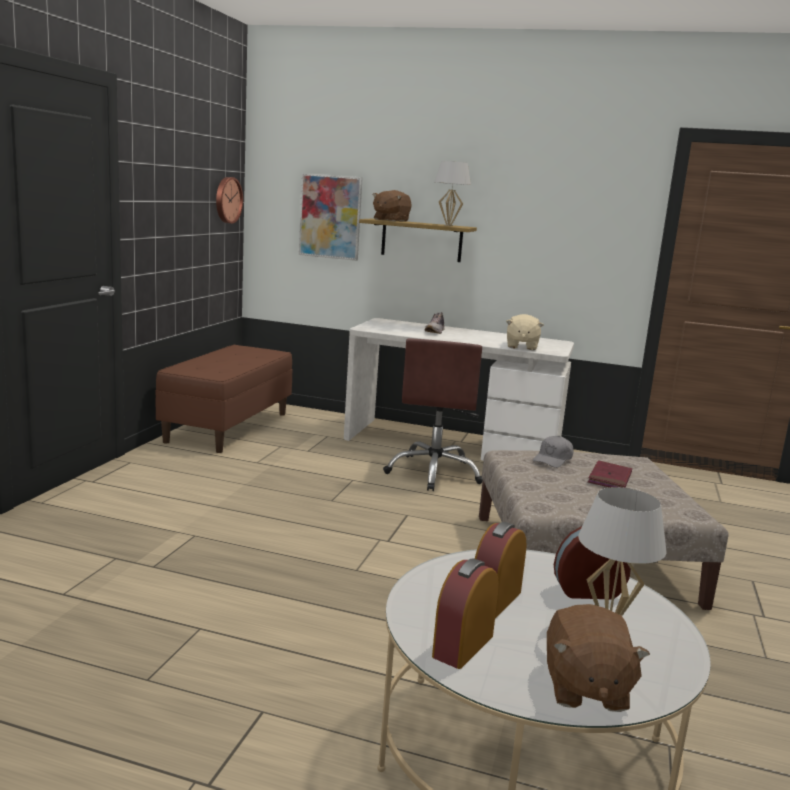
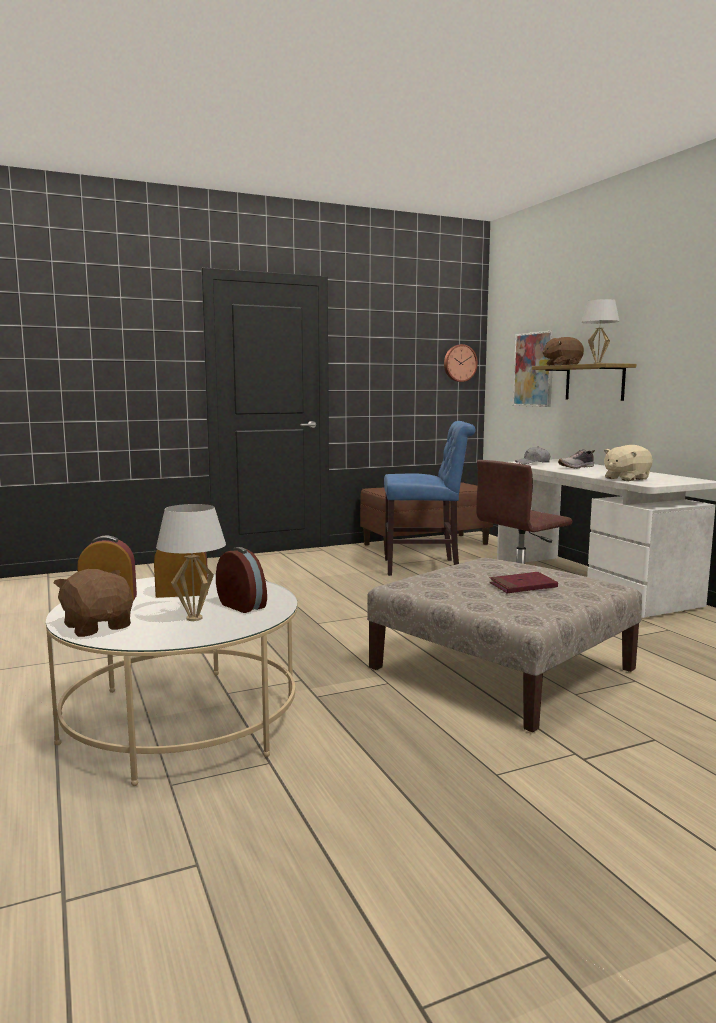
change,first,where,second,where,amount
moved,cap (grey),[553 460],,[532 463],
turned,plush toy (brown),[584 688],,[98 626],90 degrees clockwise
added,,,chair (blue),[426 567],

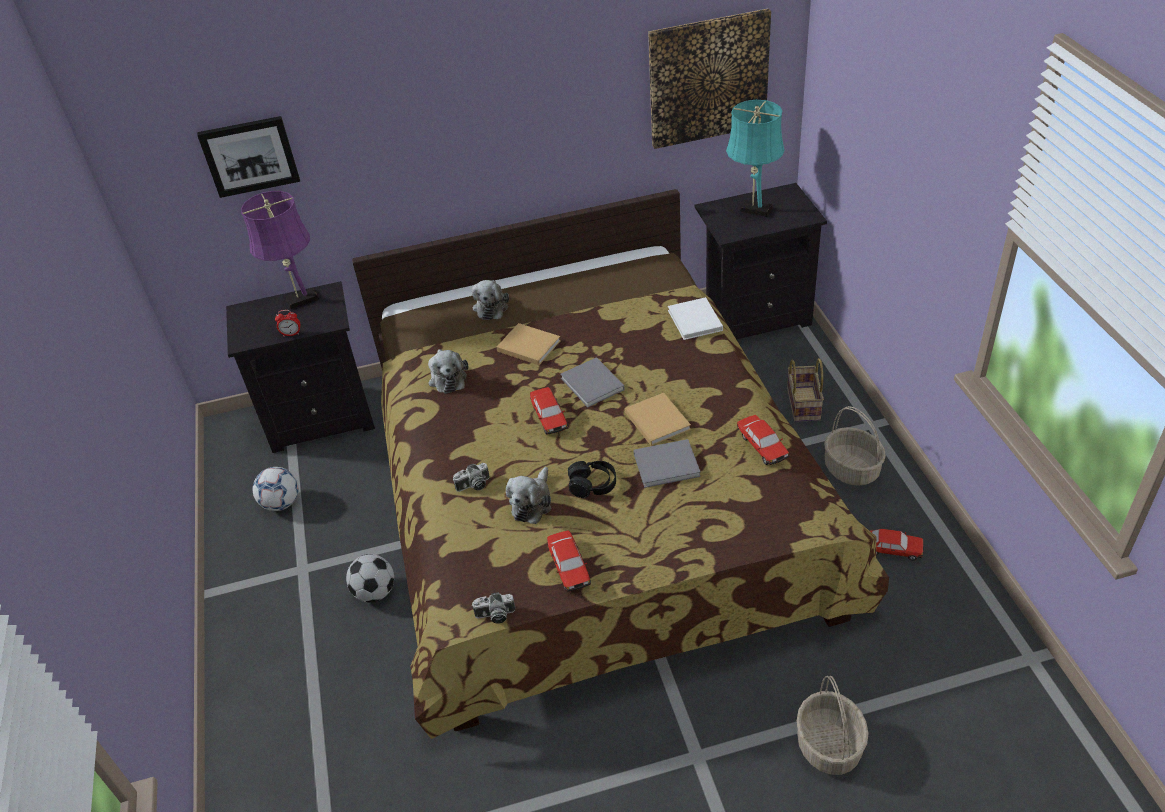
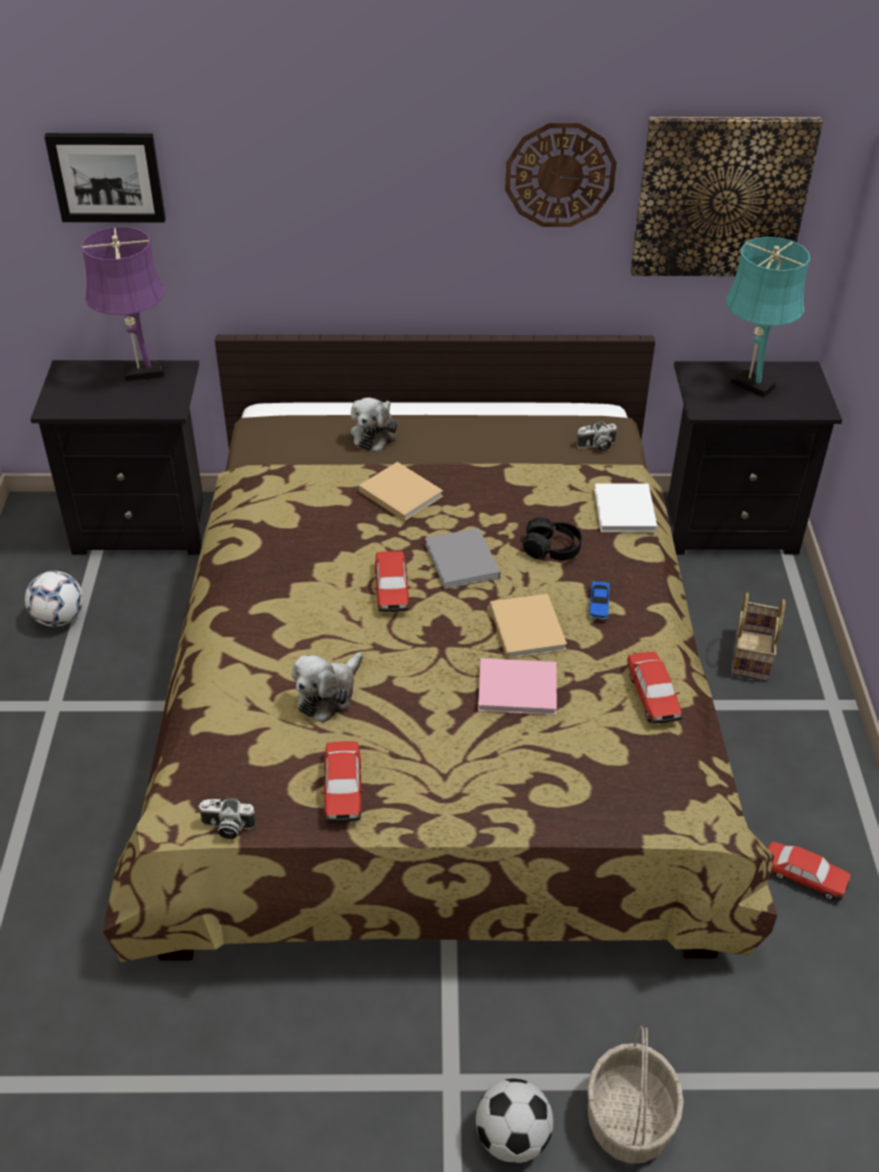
change,first,where,second,where,amount
removed,alarm clock,[291 334],,,
moved,football,[375 592],,[513 1138],
removed,plush toy,[447 377],,,
moved,photo camera,[473 485],,[596 446],
moved,headphones (black),[592 484],,[552 548],
recoloured,book (grey),[668 465],book (pink),[520 689],
removed,basket,[852 469],,,
added,,,wall clock,[560 175],
added,,,toy car,[599 605],

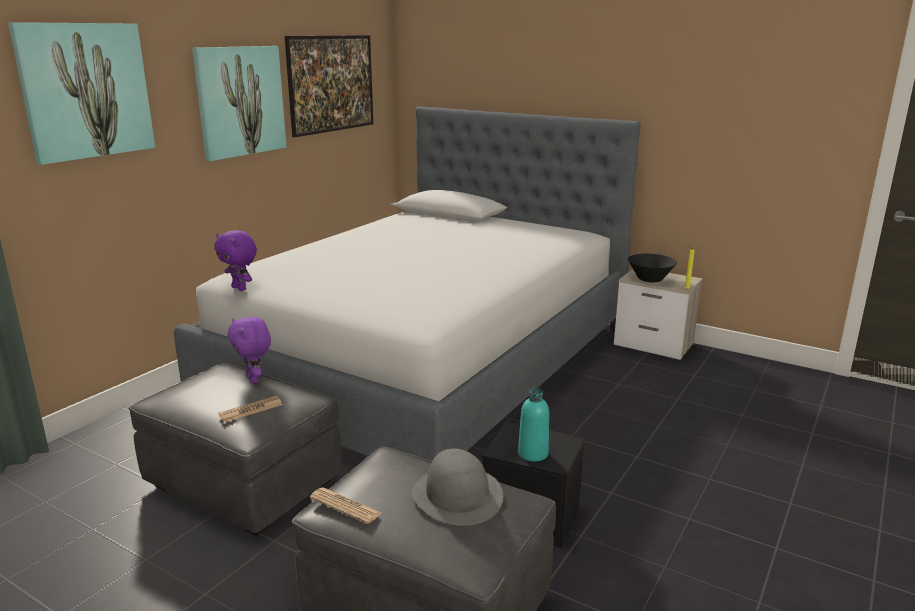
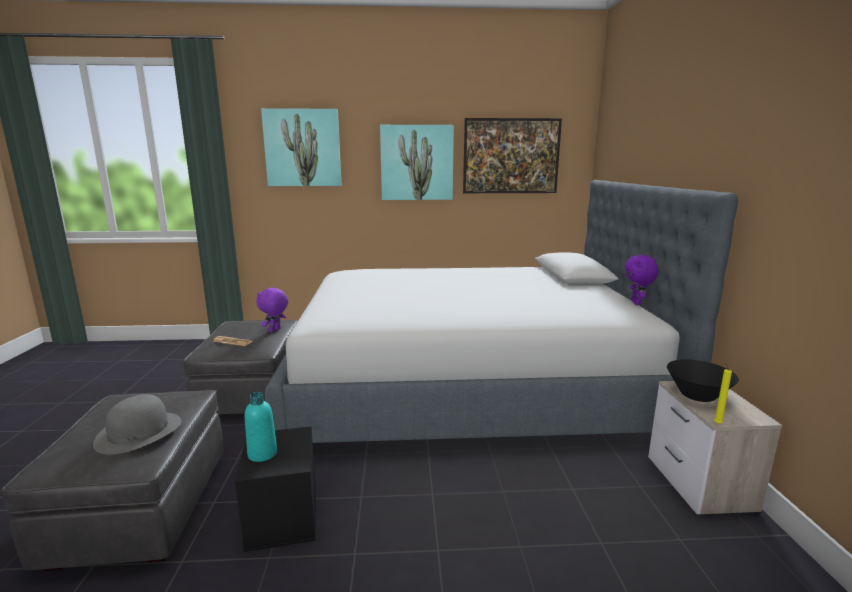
change,first,where,second,where,amount
moved,plush toy (purple),[240 288],,[637 303],
removed,newspaper,[345 506],,,

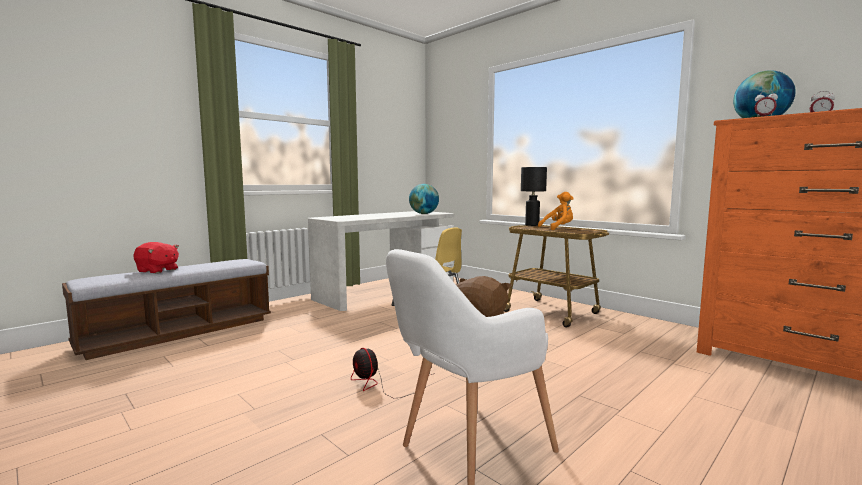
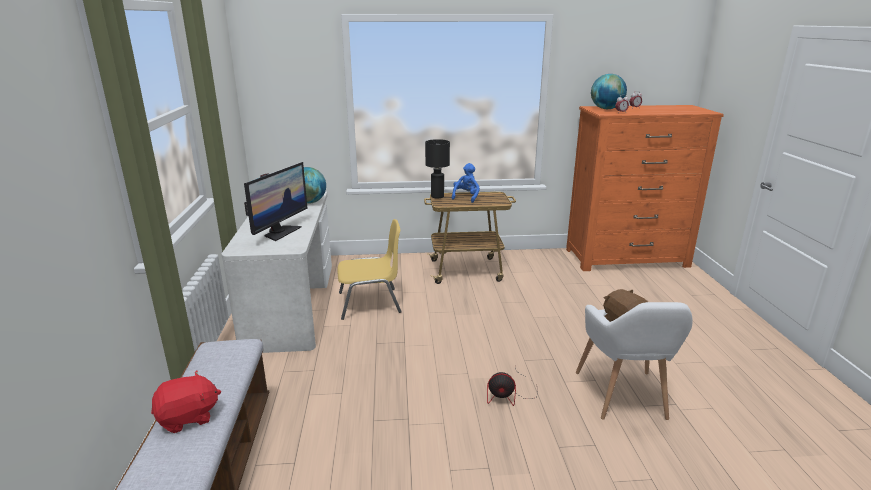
change,first,where,second,where,amount
recoloured,plush toy (orange),[558 228],plush toy (blue),[466 197],
added,,,monitor,[280 232],

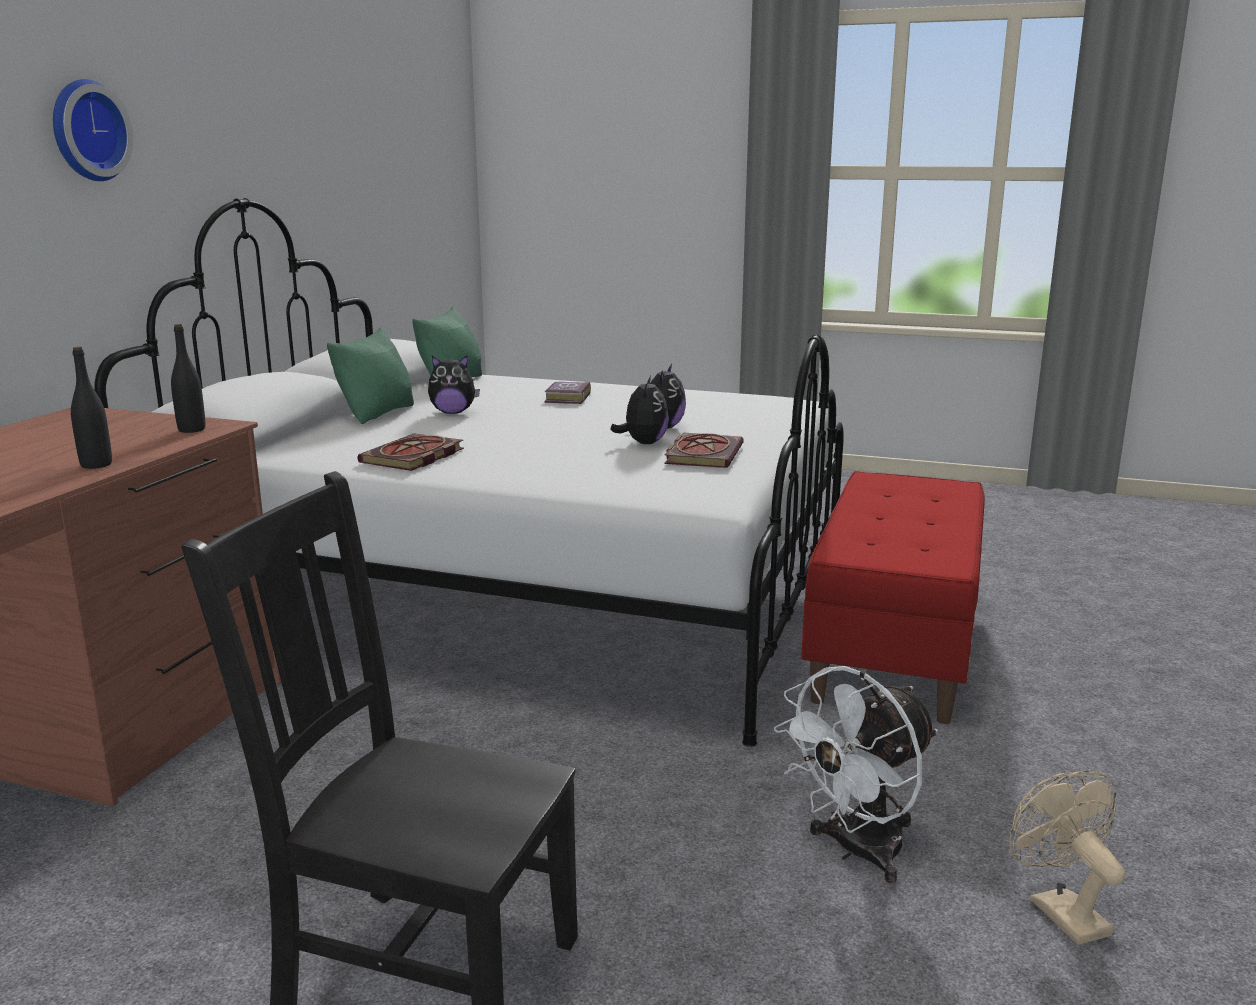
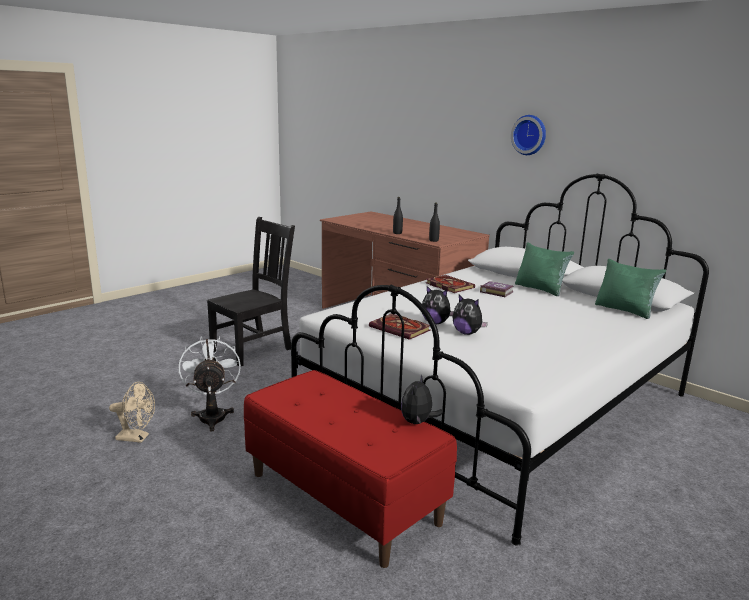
change,first,where,second,where,amount
moved,plush toy,[453 412],,[418 422],
moved,book,[566 398],,[496 291],

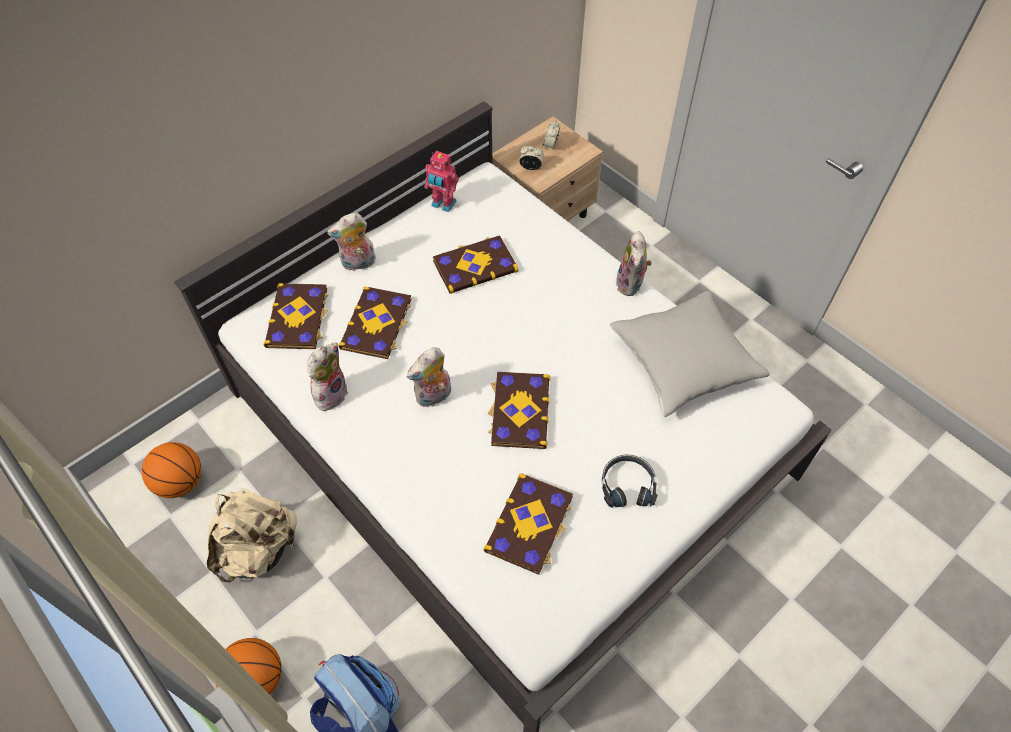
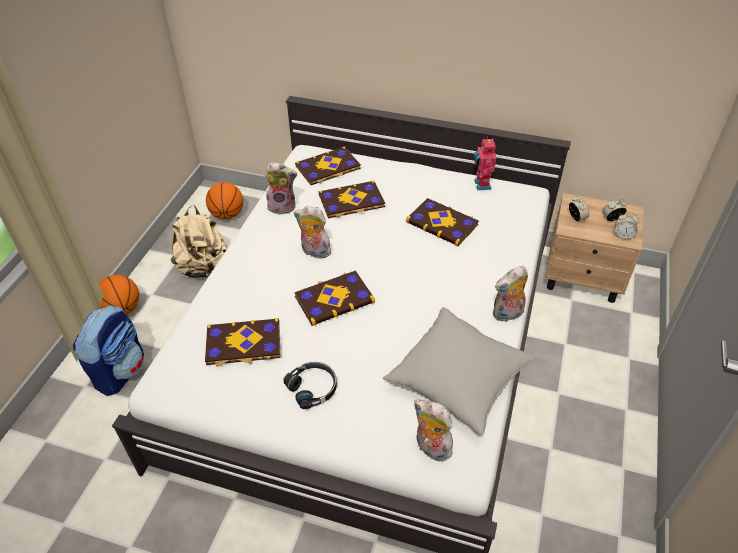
change,first,where,second,where,amount
moved,plush toy,[358 264],,[430 448],
added,,,alarm clock,[623 235],

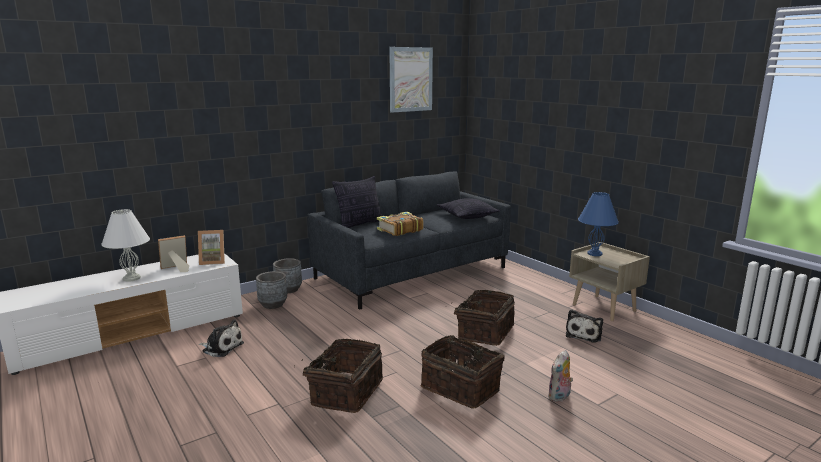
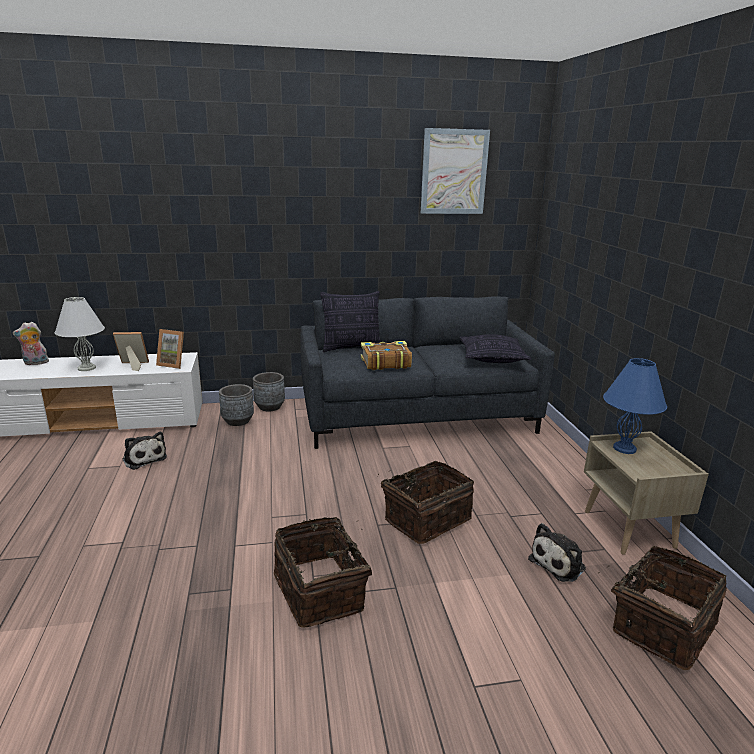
change,first,where,second,where,amount
moved,basket,[345 392],,[660 625],
moved,plush toy,[559 397],,[35 363],

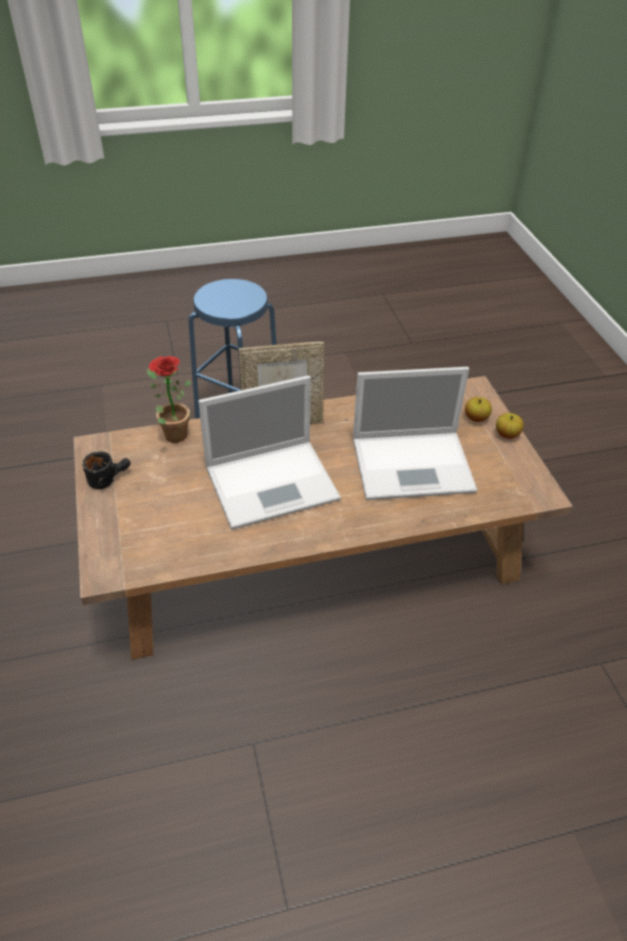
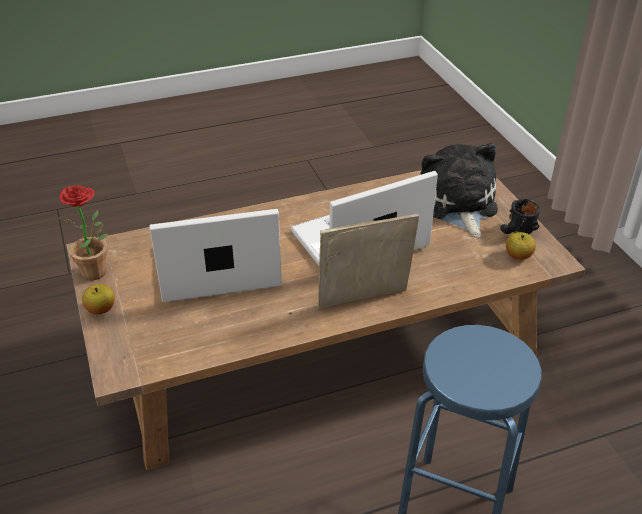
change,first,where,second,where,amount
moved,potted plant,[172 433],,[98 274],
moved,apple,[476 418],,[518 256],
added,,,plush toy,[458 204],

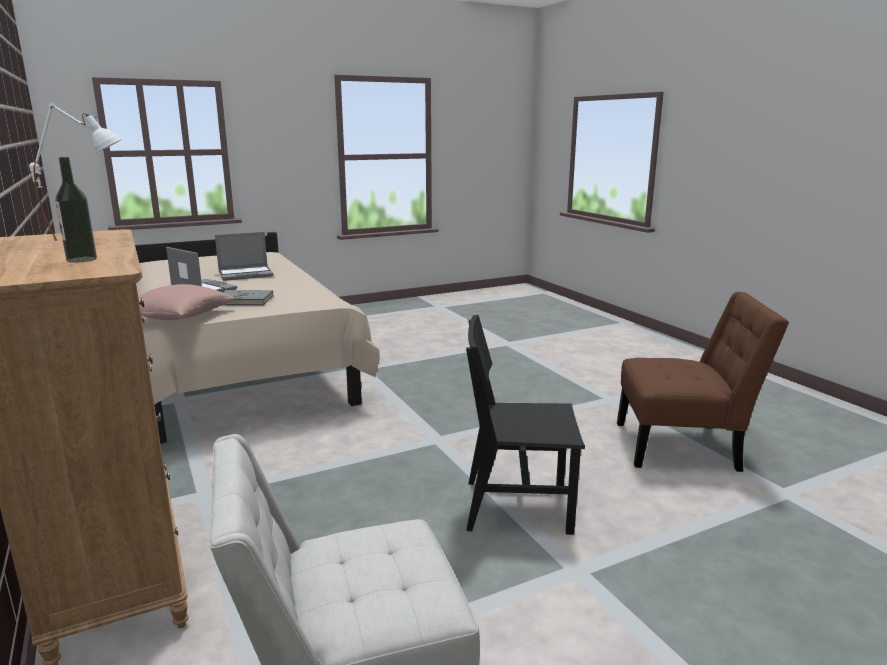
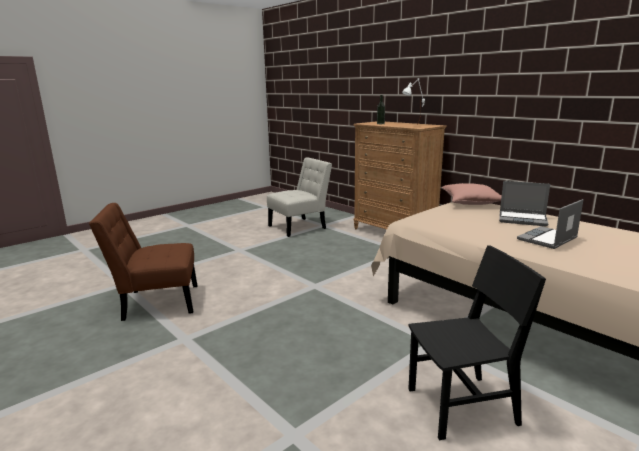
change,first,where,second,where,amount
removed,book (grey),[244 300],,,
moved,chair (black),[517 506],,[462 406],

